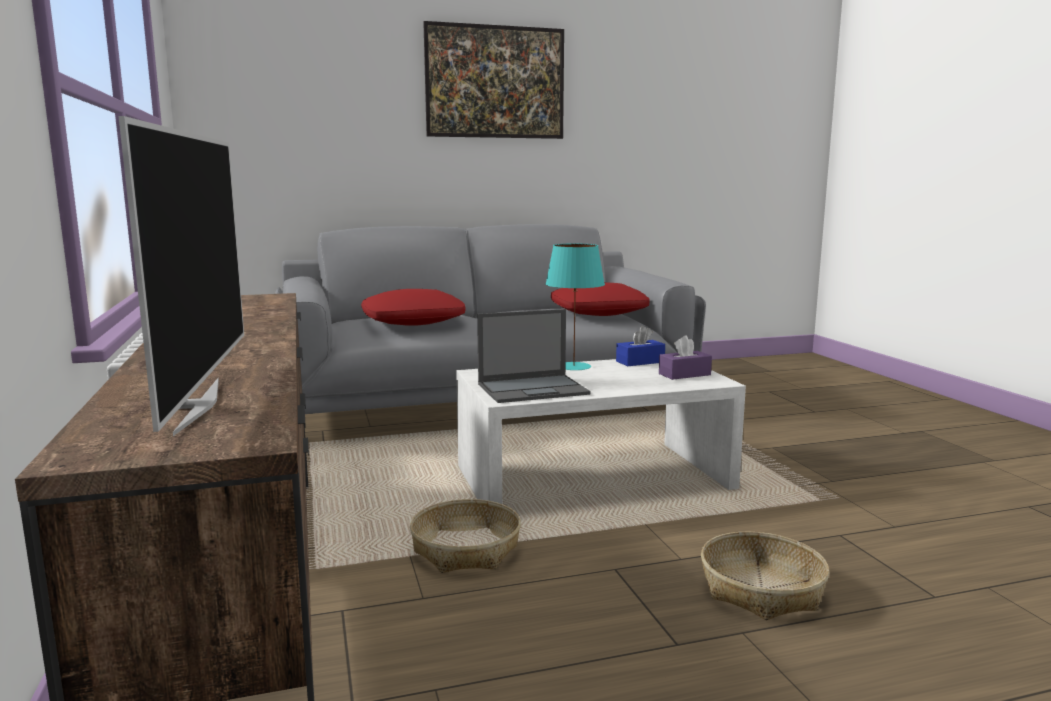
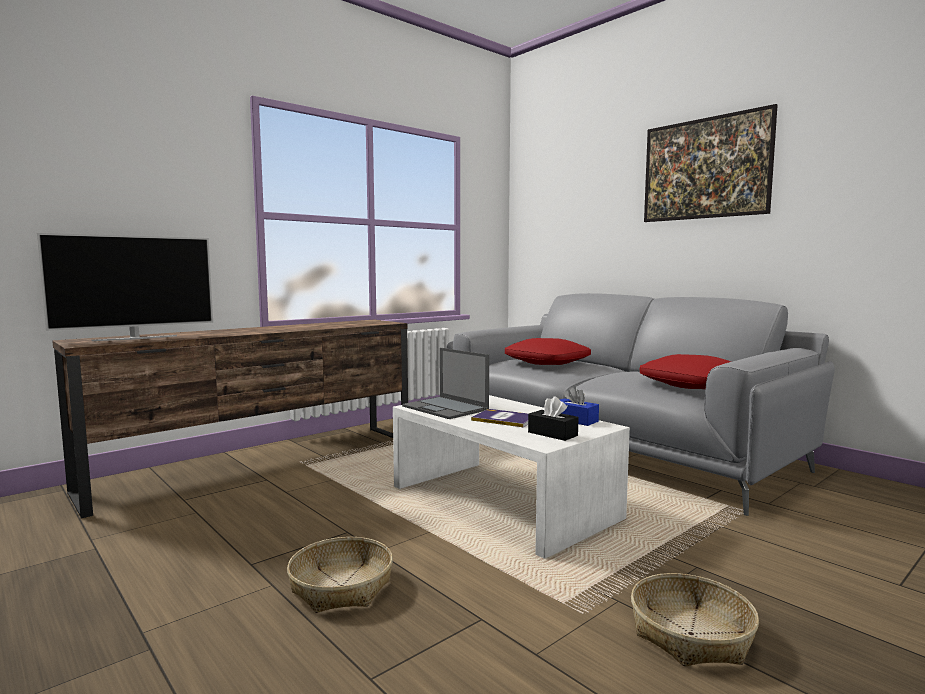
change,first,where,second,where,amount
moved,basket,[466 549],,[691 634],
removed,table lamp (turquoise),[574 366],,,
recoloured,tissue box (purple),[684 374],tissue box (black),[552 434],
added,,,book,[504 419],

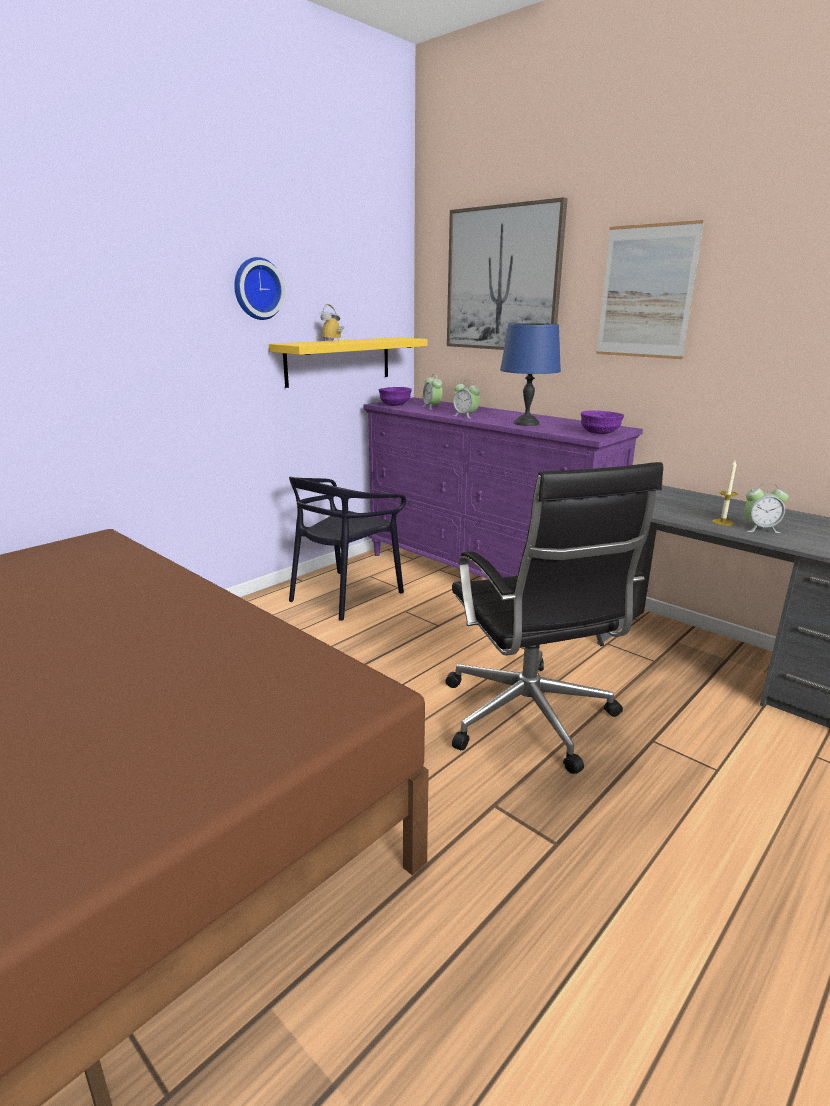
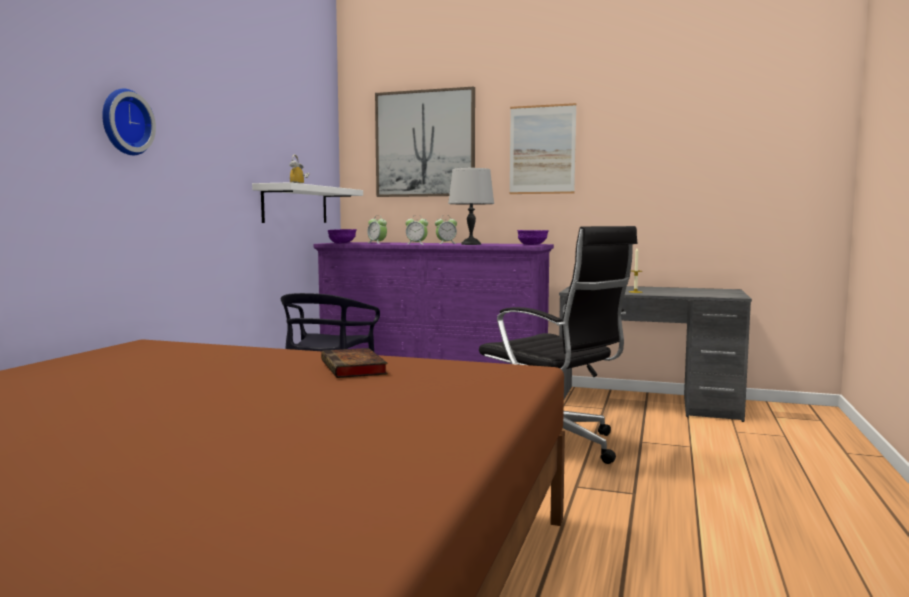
change,first,where,second,where,amount
moved,wall clock,[256 289],,[124 122],
recoloured,shelf (yellow),[338 361],shelf (white),[295 205],
recoloured,table lamp (blue),[526 423],table lamp (grey),[470 244],
moved,alarm clock,[760 529],,[446 243],
added,,,book,[354 368],

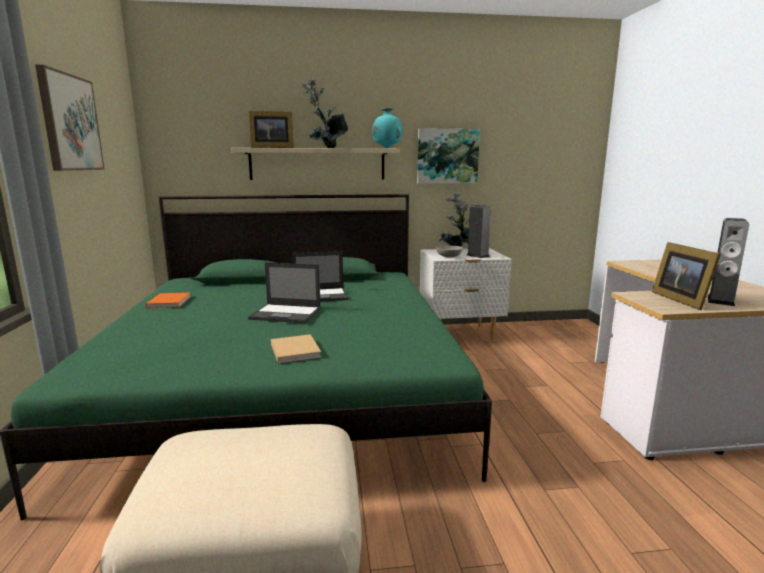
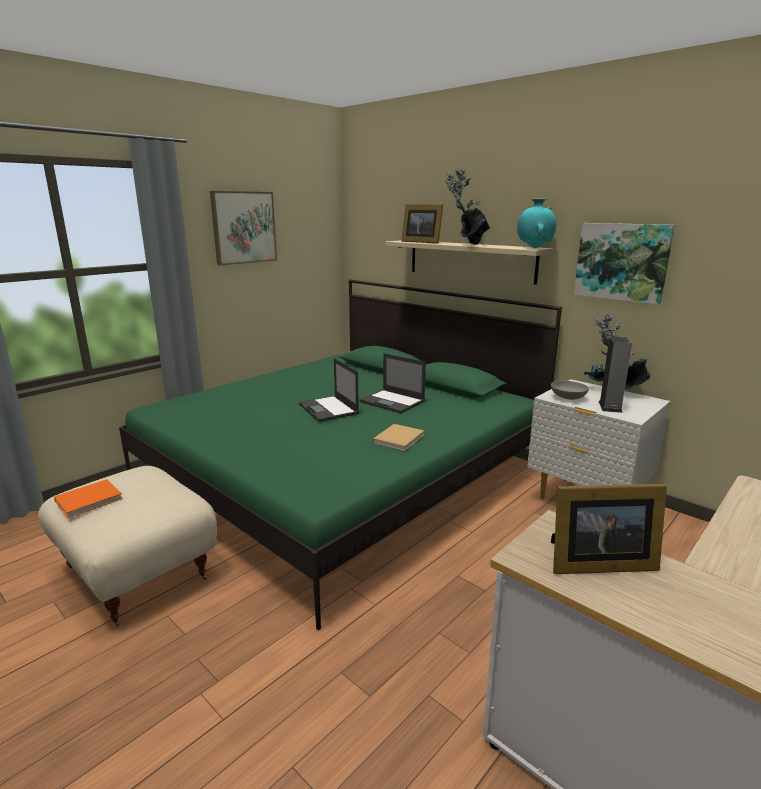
change,first,where,second,where,amount
moved,book (orange),[170 301],,[91 499],
moved,book (beige),[295 350],,[399 438],
turned,picture frame,[681 299],,[596 563],135 degrees counterclockwise
removed,speaker,[720 300],,,

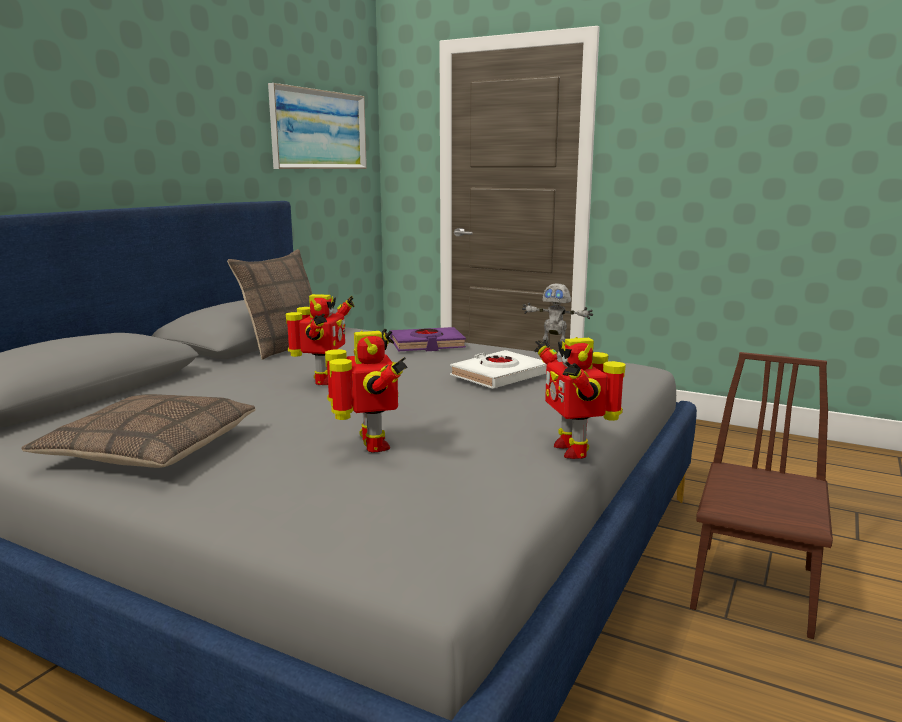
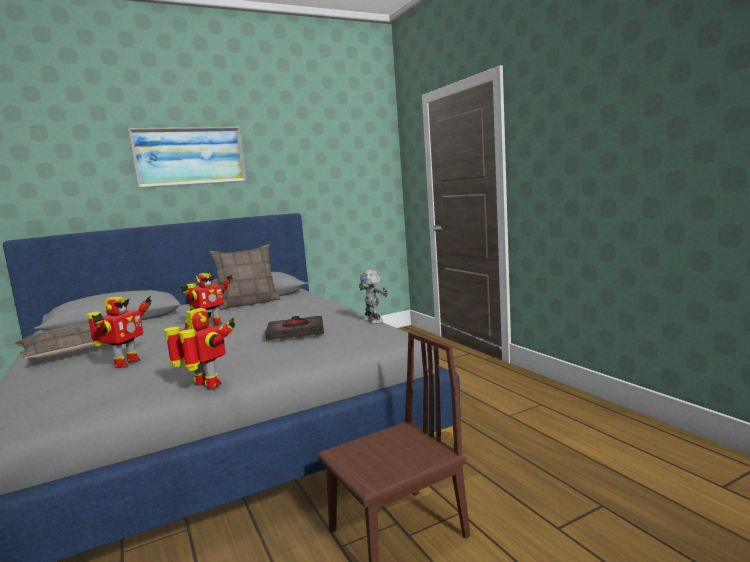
change,first,where,second,where,amount
moved,picture,[319 130],,[190 156],
removed,book (purple),[427 345],,,
recoloured,book (white),[499 376],book (black),[296 332],
turned,toy robot,[574 449],,[206 385],105 degrees clockwise

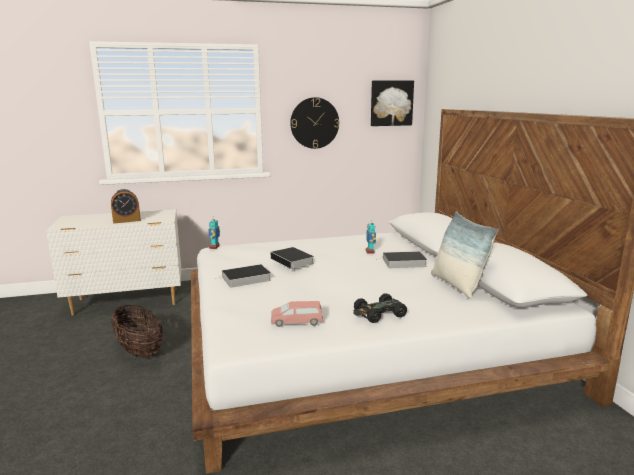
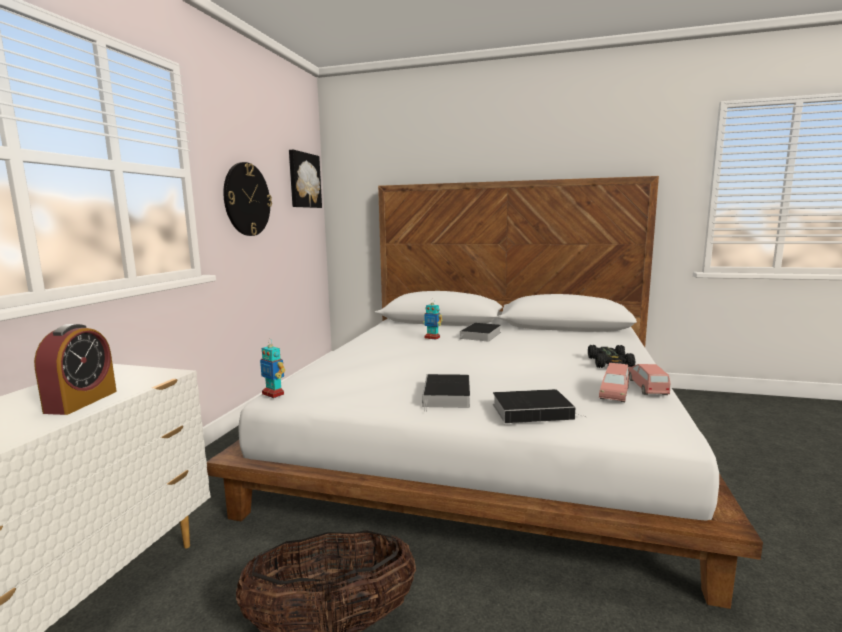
change,first,where,second,where,amount
moved,book,[293 261],,[534 411],
removed,pillow,[457 285],,,
added,,,toy car (pink),[647 387],

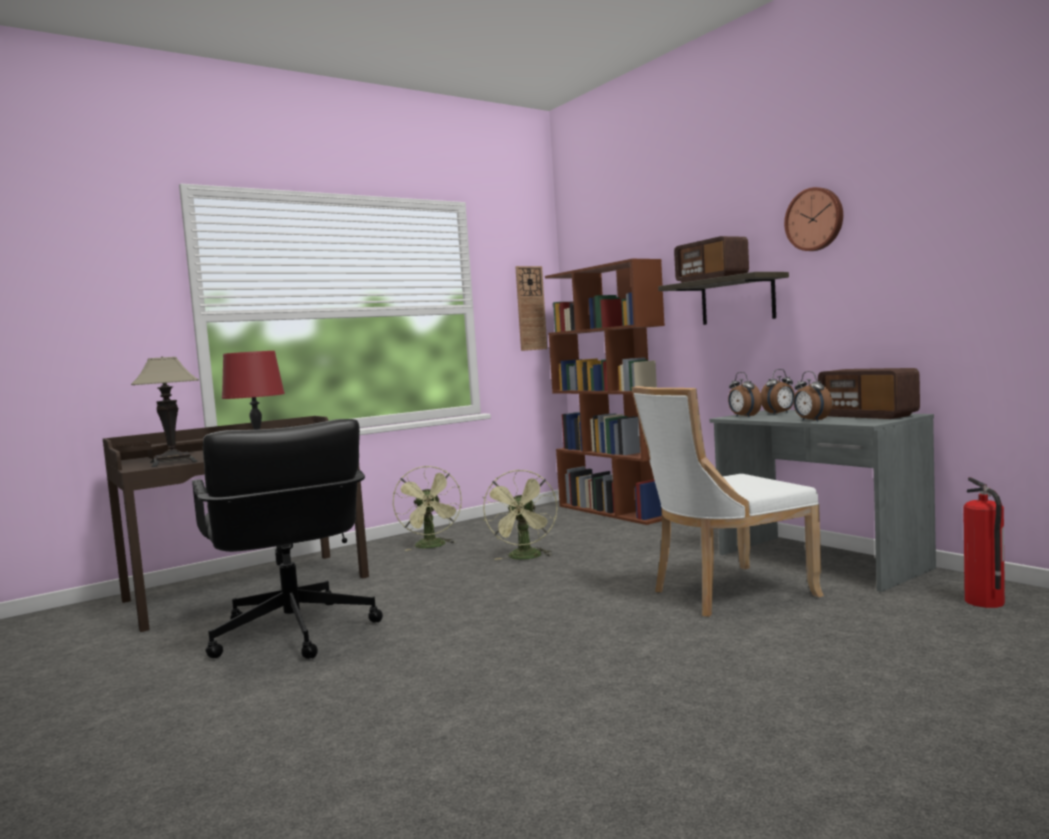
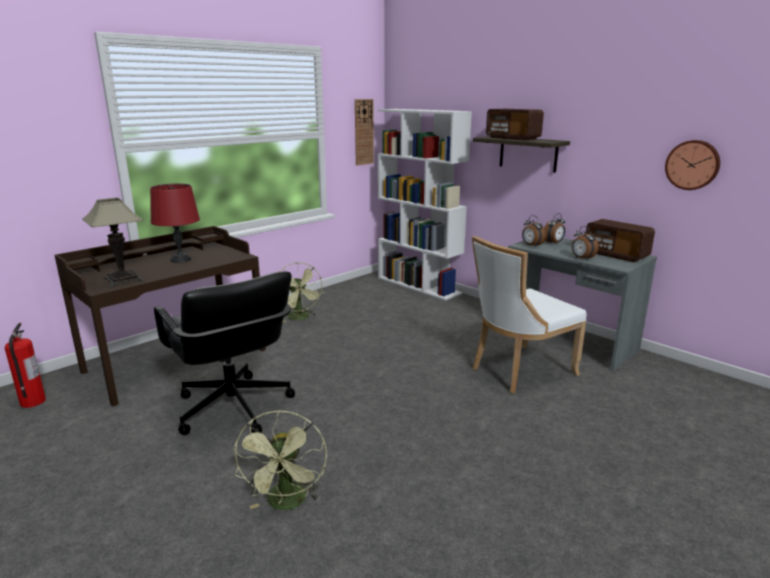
change,first,where,second,where,amount
moved,fan (green),[525 558],,[287 503],
recoloured,bookcase (brown),[614 511],bookcase (white),[419 285],
moved,wall clock,[815 219],,[692 165],
moved,fire extinguisher,[985 602],,[32 402],

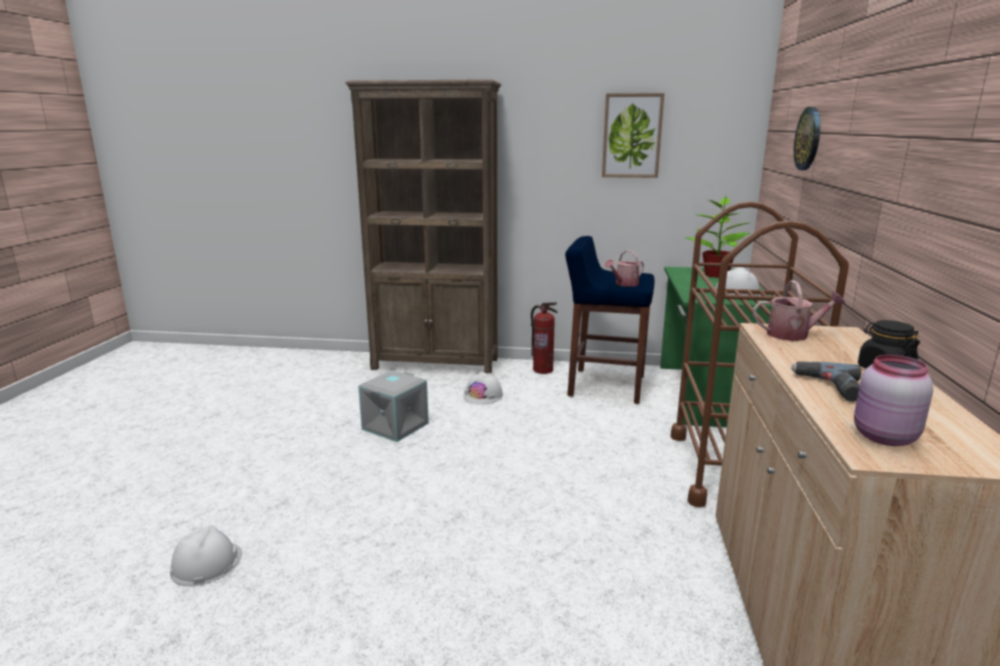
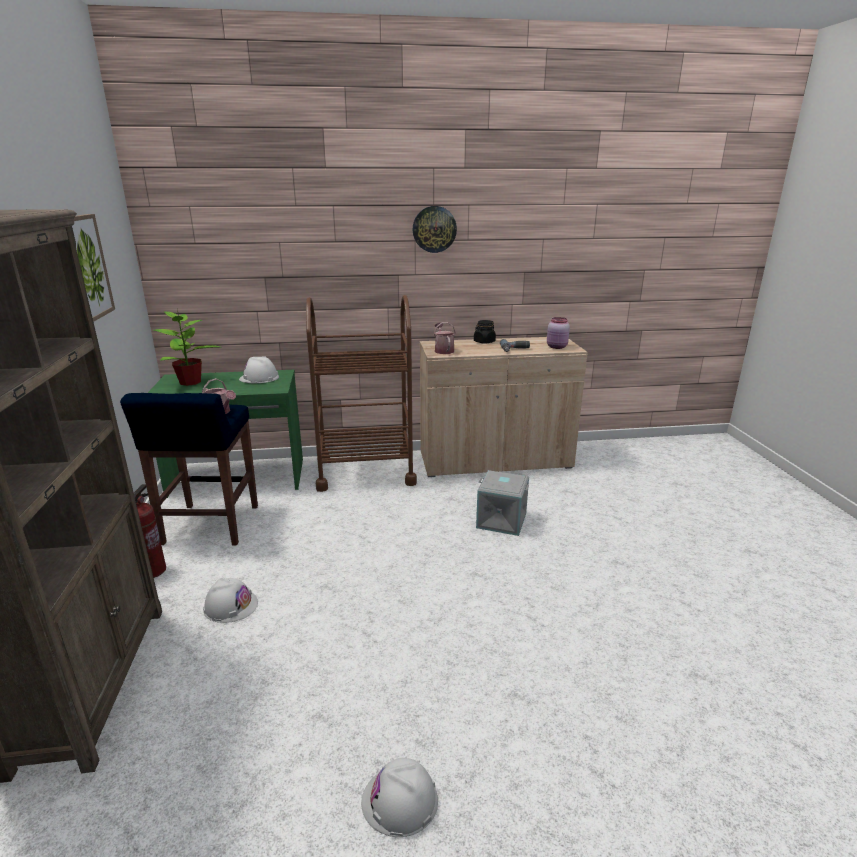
change,first,where,second,where,amount
moved,hard hat (white),[206 563],,[400 801],
moved,storage box (grey),[396 426],,[502 520],
moved,wall clock,[808 139],,[434 229],

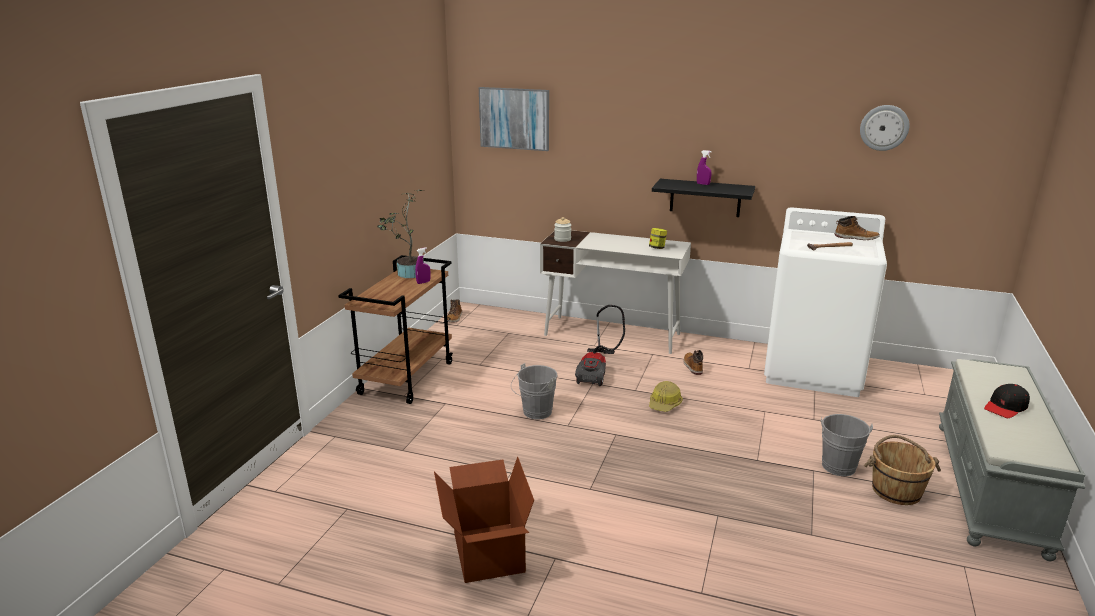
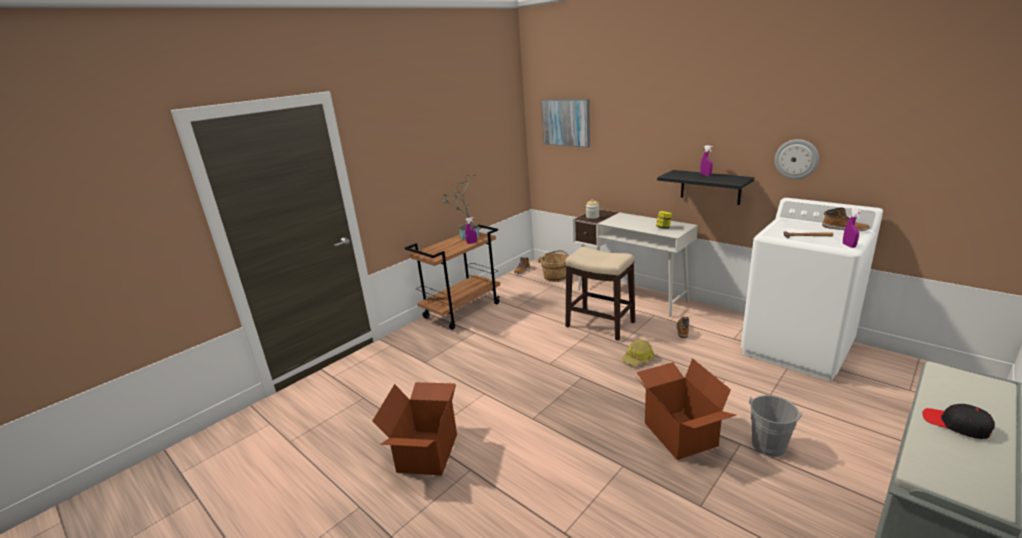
change,first,where,second,where,amount
removed,bucket (grey),[535 413],,,
replaced,vacuum cleaner,[597 372],stool,[599 324],
moved,wall clock,[884 127],,[796 159],
moved,bucket (brown),[896 490],,[556 276],
turned,cap (black),[1005 407],,[956 424],60 degrees clockwise
added,,,cardboard box,[678 434],
added,,,spray bottle (purple),[849 246],

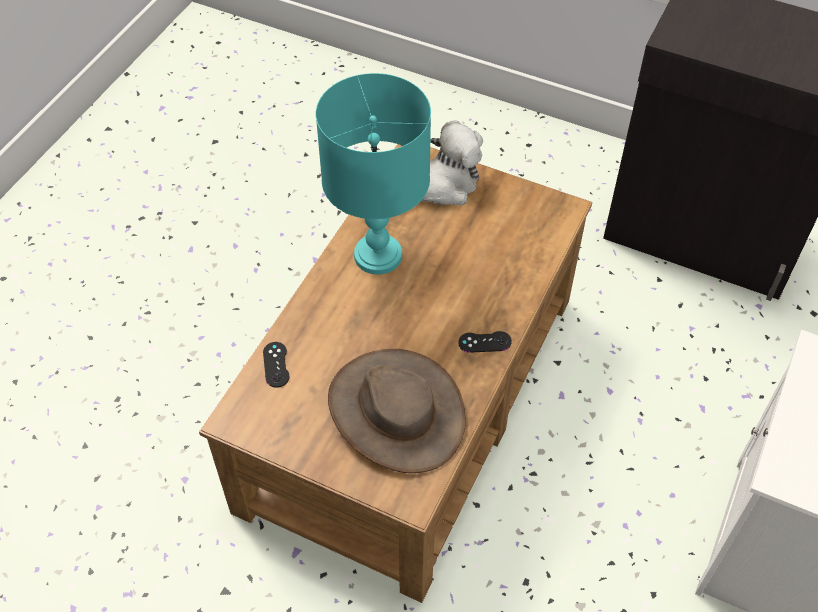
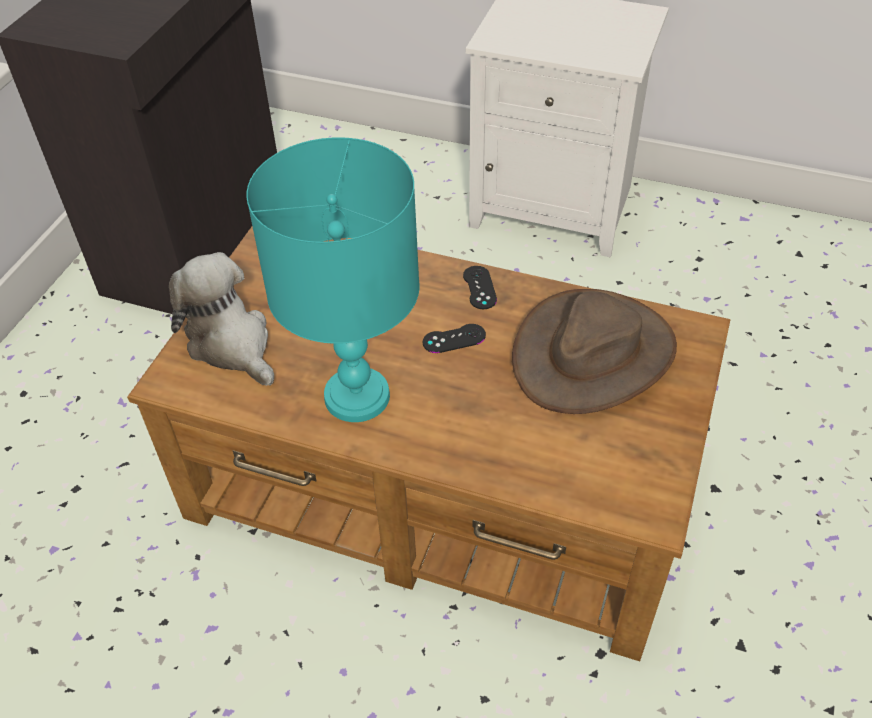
change,first,where,second,where,amount
moved,game controller (black),[276 364],,[454 339],

